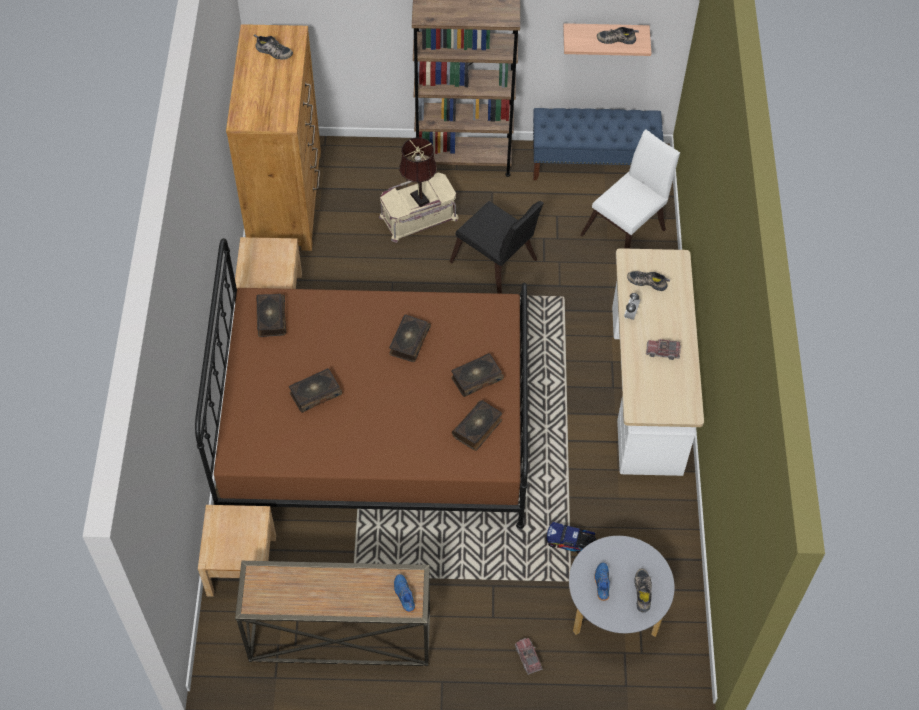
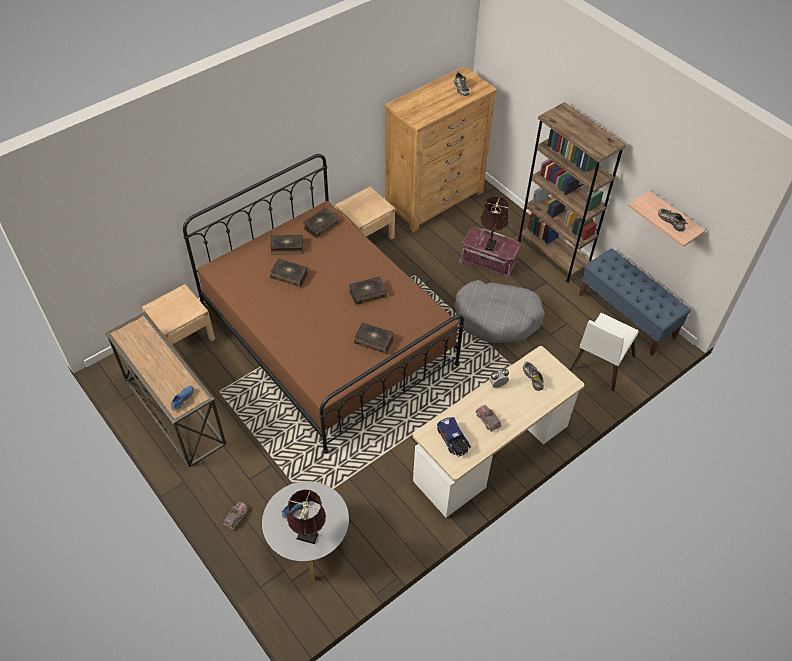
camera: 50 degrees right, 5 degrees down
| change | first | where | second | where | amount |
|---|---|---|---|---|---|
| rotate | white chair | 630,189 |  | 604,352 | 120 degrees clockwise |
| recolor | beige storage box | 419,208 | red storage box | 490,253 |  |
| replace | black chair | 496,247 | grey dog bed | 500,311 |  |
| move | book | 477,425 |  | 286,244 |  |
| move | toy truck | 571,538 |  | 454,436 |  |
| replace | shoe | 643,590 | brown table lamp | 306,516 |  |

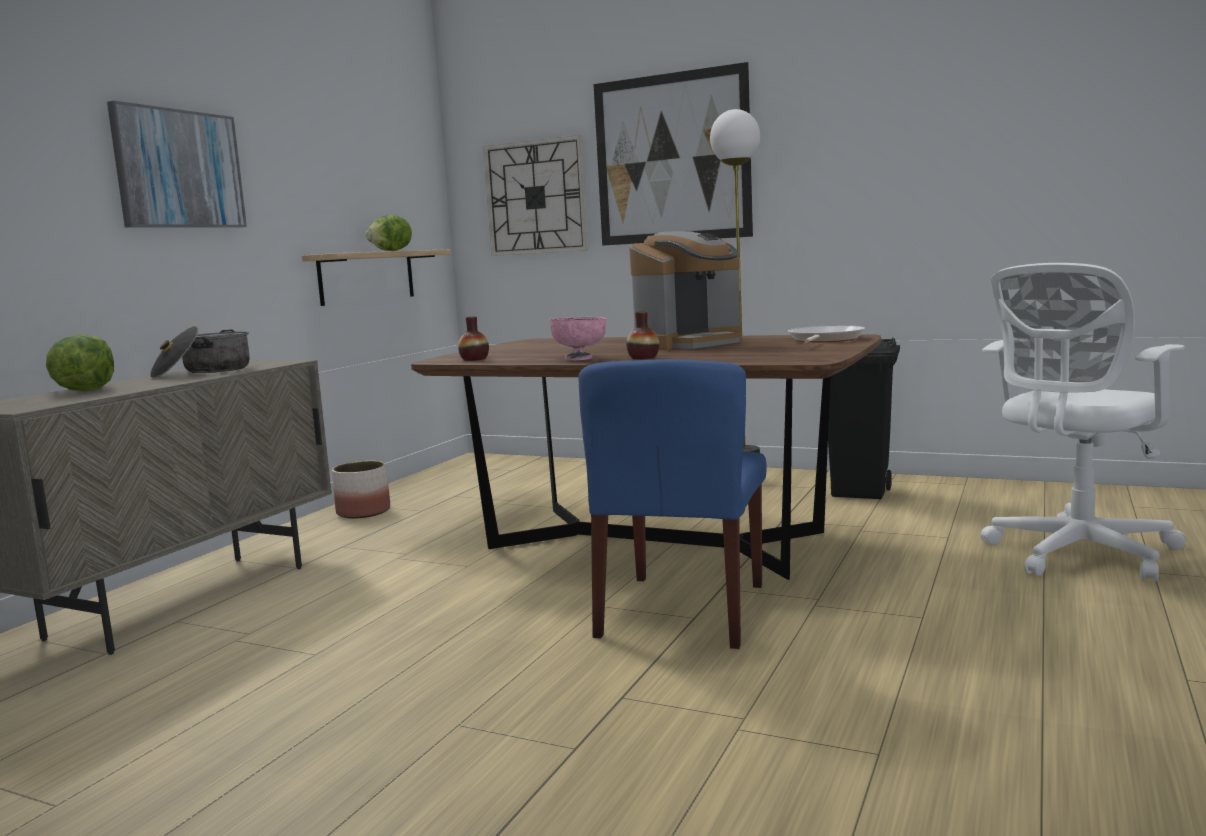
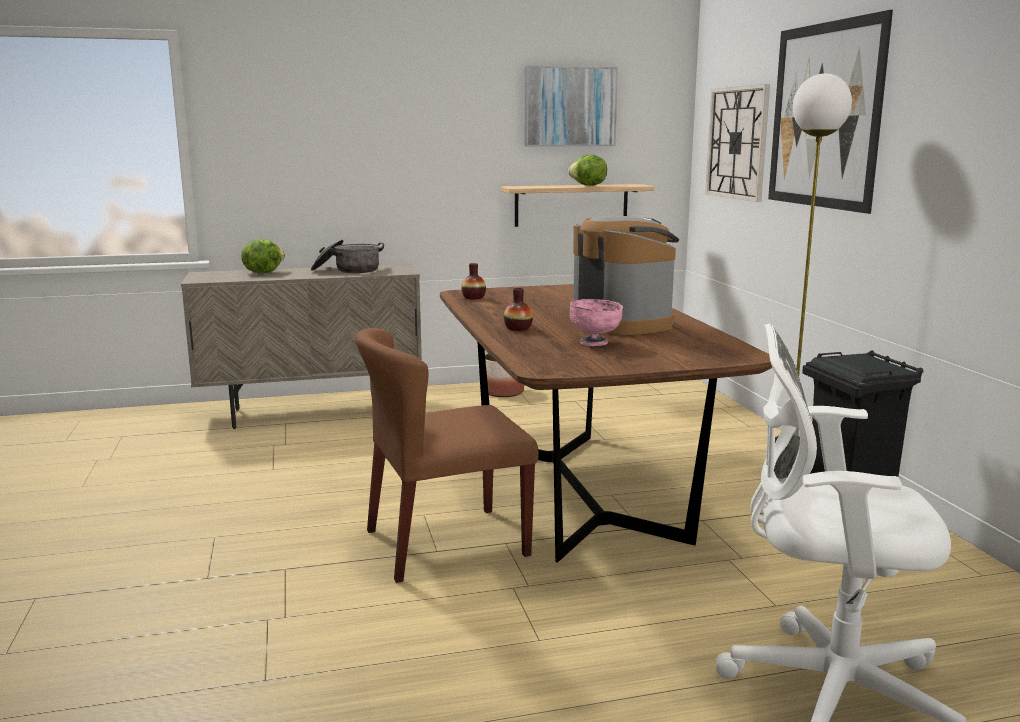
camera: 50 degrees right, 5 degrees up
| change | first | where | second | where | amount |
|---|---|---|---|---|---|
| move | picture | 177,164 |  | 571,106 |  |
| rotate | coffee machine | 685,290 |  | 626,275 | 135 degrees counterclockwise |
| move | pink bowl | 578,338 |  | 596,322 |  |
| delete | frying pan | 826,333 |  |  |  |
| recolor | blue chair | 672,504 | brown chair | 447,455 |  |

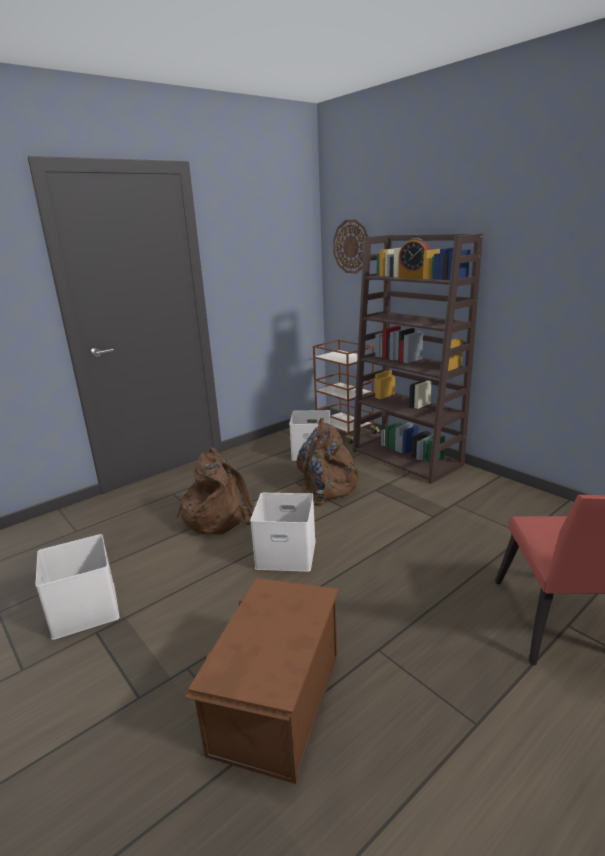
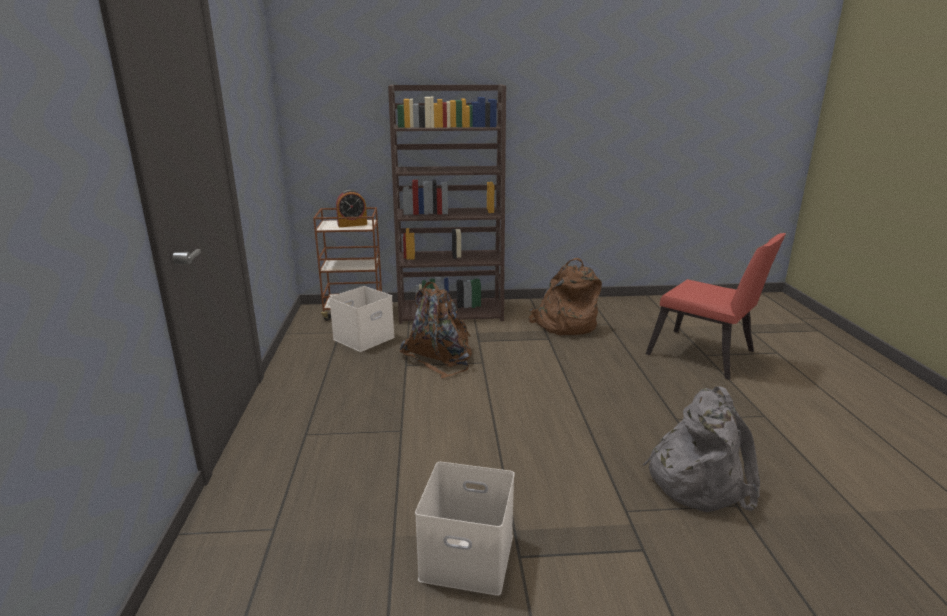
camera: 55 degrees left, 0 degrees up
| change | first | where | second | where | amount |
|---|---|---|---|---|---|
| delete | wall clock | 351,246 |  |  |  |
| move | alarm clock | 414,258 |  | 351,208 |  |
| move | brown backpack | 215,490 |  | 565,296 |  |
| delete | white storage box | 283,532 |  |  |  |
| replace | brown storage box | 261,681 | grey backpack | 701,449 |  |

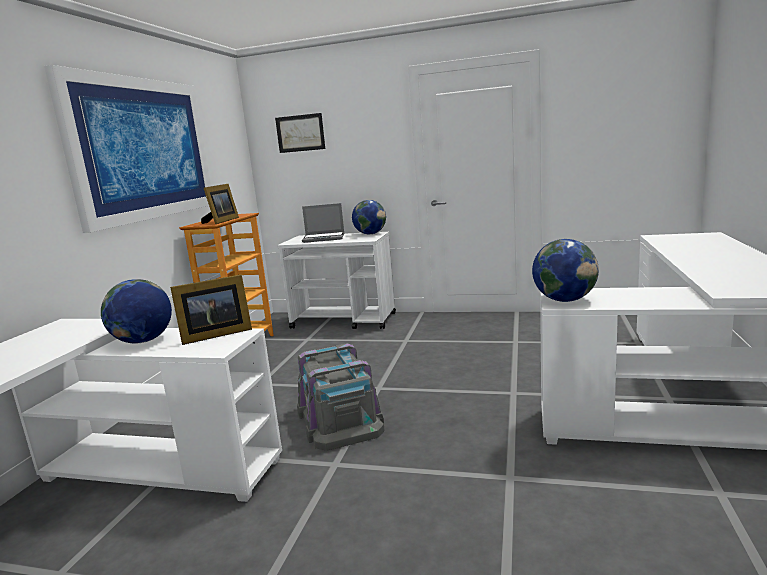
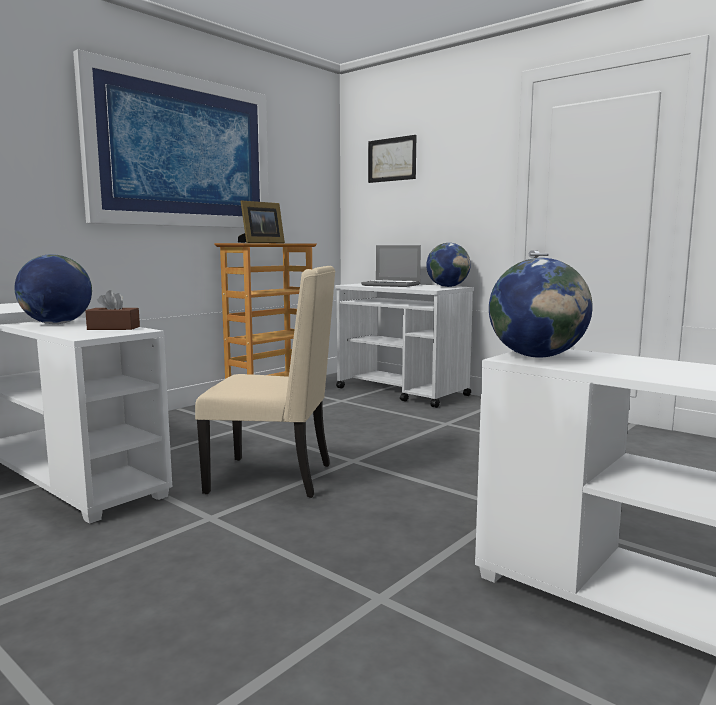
camera: 25 degrees right, 5 degrees down
| change | first | where | second | where | amount |
|---|---|---|---|---|---|
| replace | picture frame | 211,309 | brown tissue box | 112,310 |  |
| replace | grey storage box | 341,397 | beige chair | 265,382 |  |

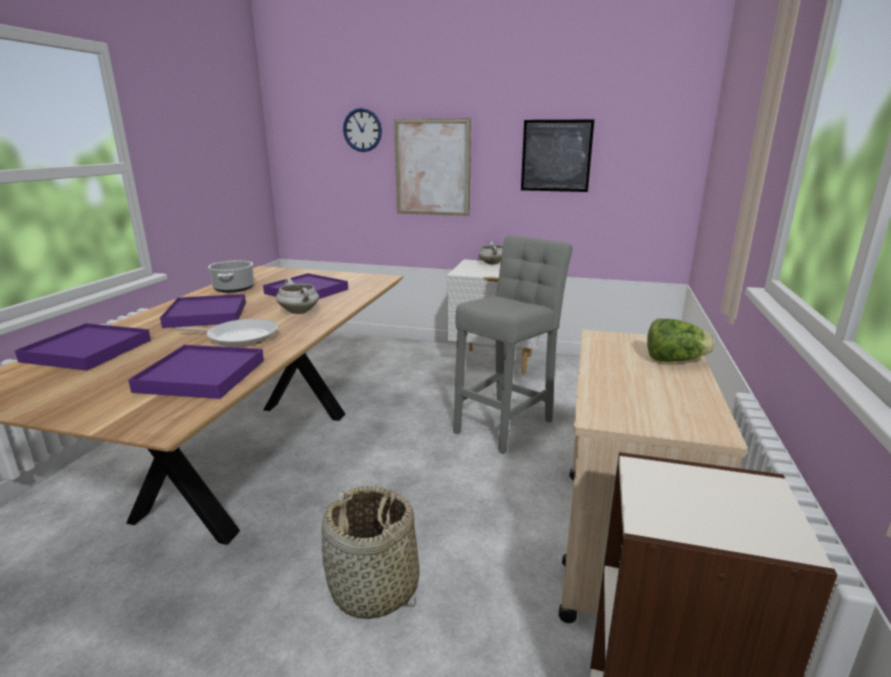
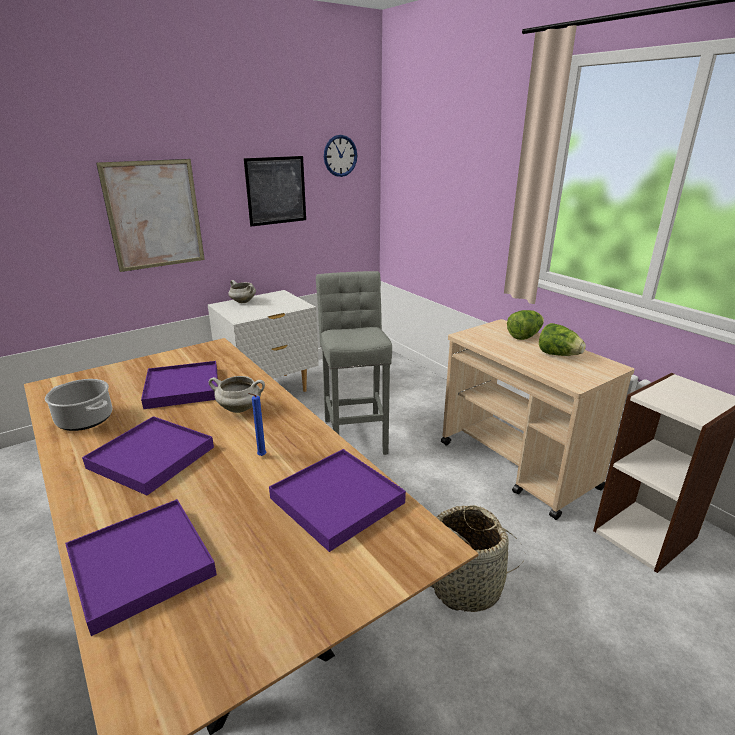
camera: 50 degrees left, 5 degrees up
| change | first | where | second | where | amount |
|---|---|---|---|---|---|
| move | wall clock | 362,130 |  | 340,156 |  |
| replace | frying pan | 227,333 | blue candle | 257,424 |  |
| insert |  |  | lettuce | 562,339 |  |

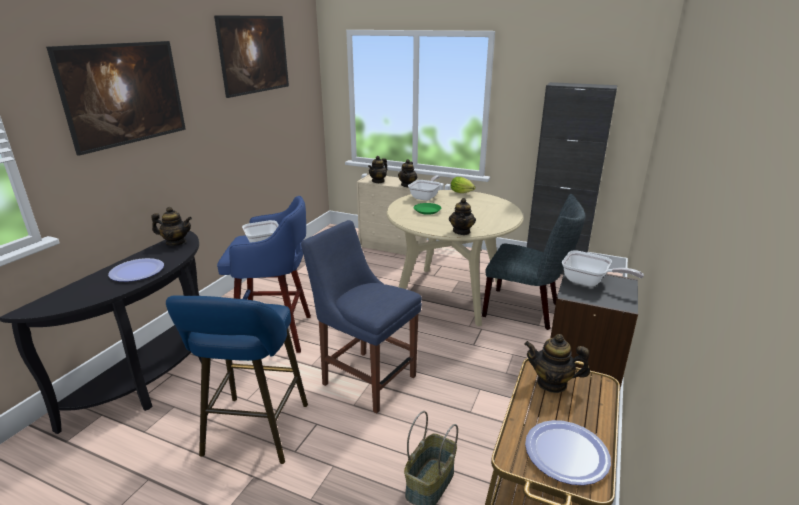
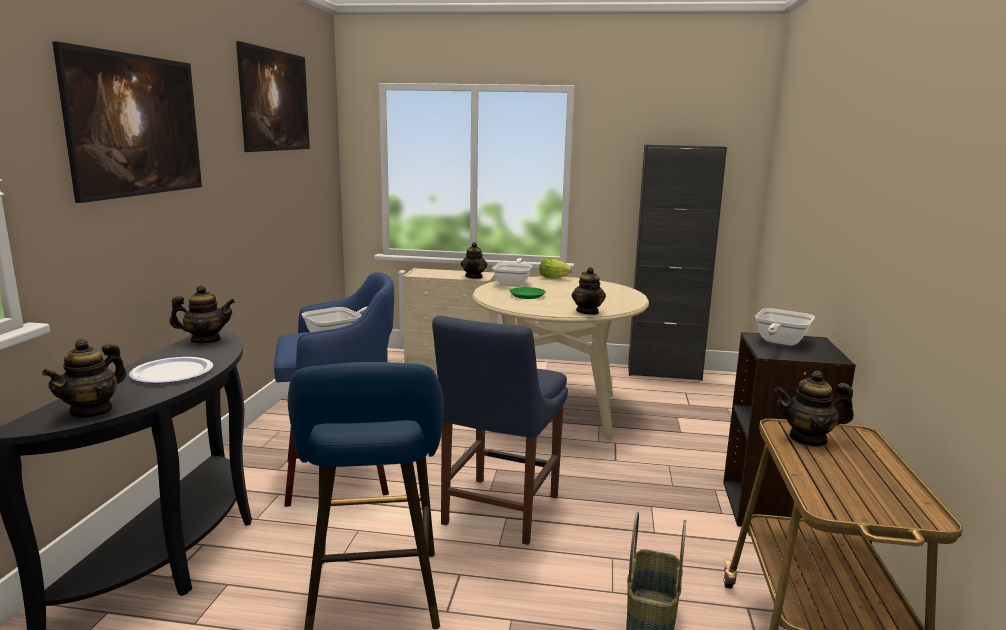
camera: 15 degrees left, 10 degrees down
| change | first | where | second | where | amount |
|---|---|---|---|---|---|
| move | teapot | 377,169 |  | 84,379 |  |
| delete | grey chair | 533,262 |  |  |  |
| rotate | blue chair | 361,316 |  | 500,430 | 90 degrees counterclockwise |
| rotate | frying pan | 603,268 |  | 785,326 | 105 degrees clockwise |
| delete | plate | 568,452 |  |  |  |

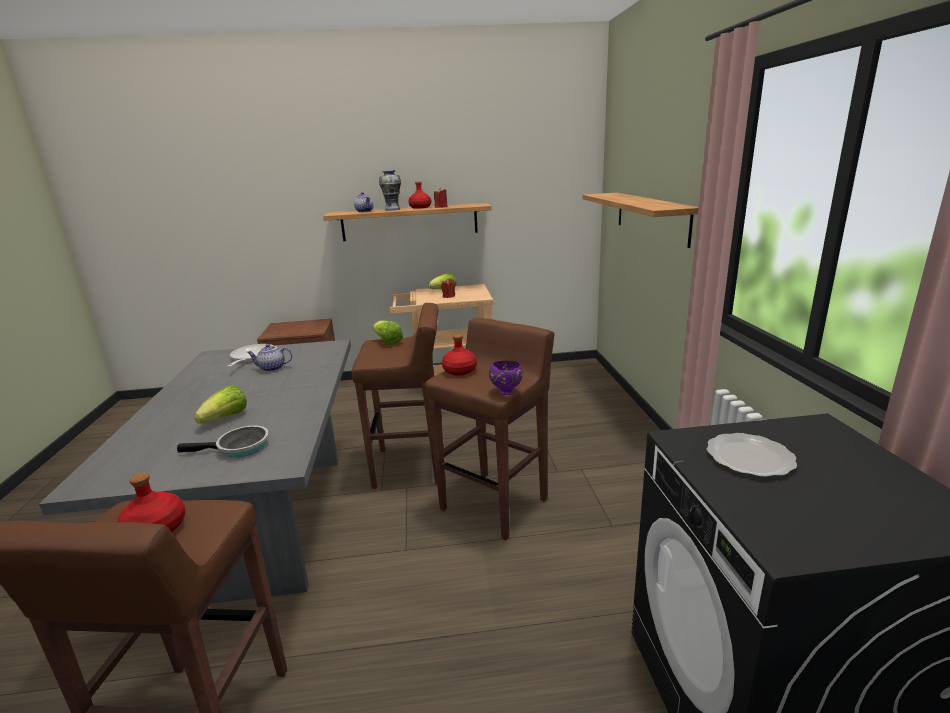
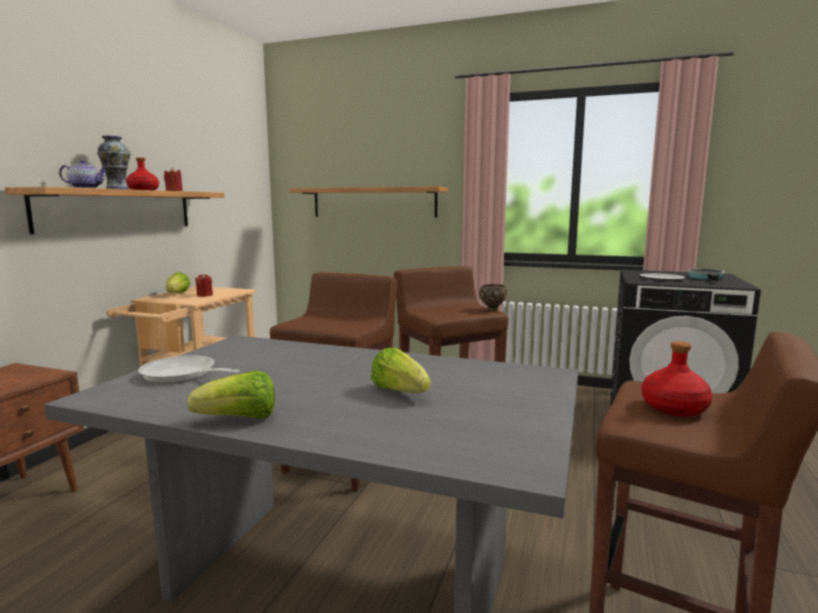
camera: 65 degrees left, 10 degrees down
| change | first | where | second | where | amount |
|---|---|---|---|---|---|
| move | lettuce | 388,333 |  | 231,395 |  |
| delete | red bottle | 459,355 |  |  |  |
| delete | teapot | 269,358 |  |  |  |
| recolor | purple bowl | 506,378 | brown bowl | 493,297 |  |
| move | frying pan | 223,441 |  | 706,275 |  |

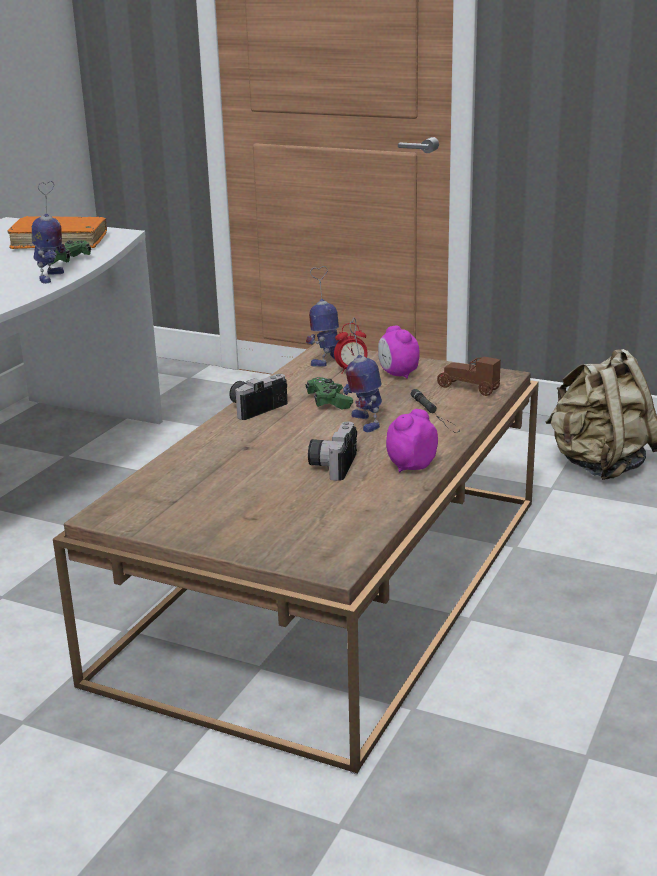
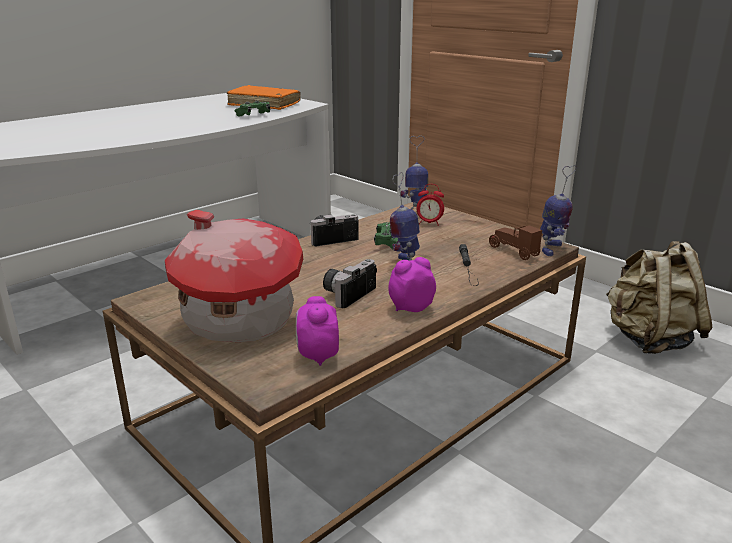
camera: 20 degrees right, 0 degrees up
| change | first | where | second | where | amount |
|---|---|---|---|---|---|
| move | toy robot | 49,232 |  | 558,210 |  |
| move | alarm clock | 399,352 |  | 317,331 |  |
| insert |  |  | toy house | 234,276 |  |

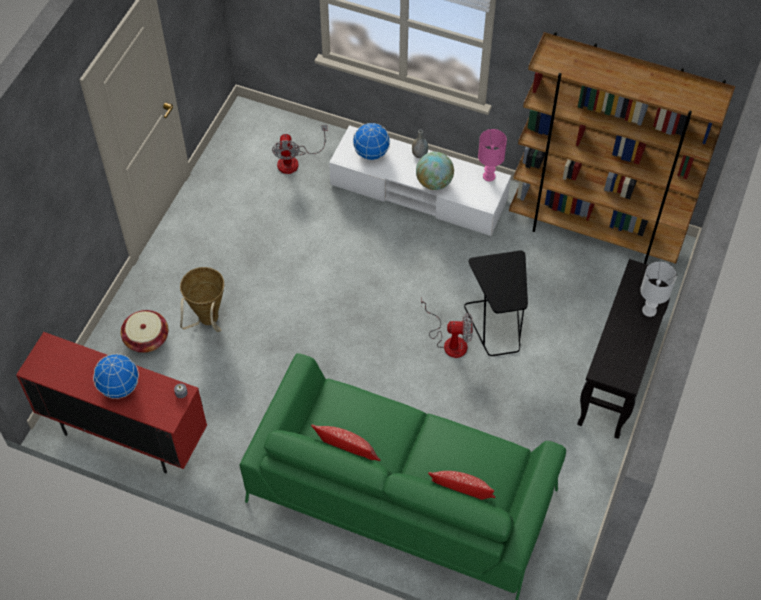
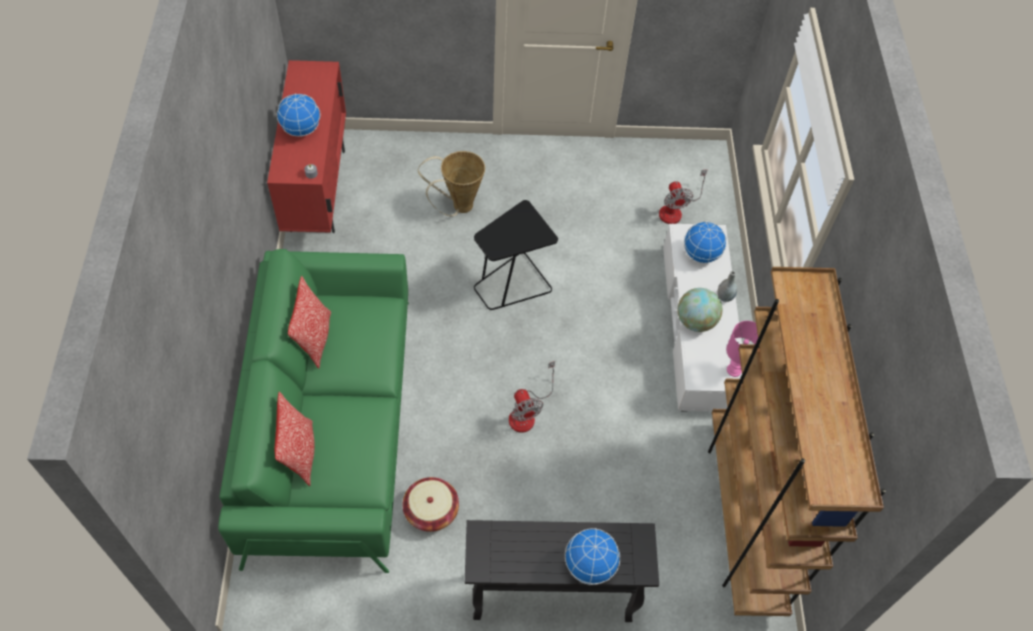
camera: 65 degrees right, 0 degrees up
| change | first | where | second | where | amount |
|---|---|---|---|---|---|
| rotate | fan | 299,149 |  | 683,196 | 75 degrees counterclockwise |
| move | black side table | 496,303 |  | 516,255 |  |
| replace | white table lamp | 658,289 | globe | 593,556 |  |
| move | basket | 144,331 |  | 430,504 |  |

